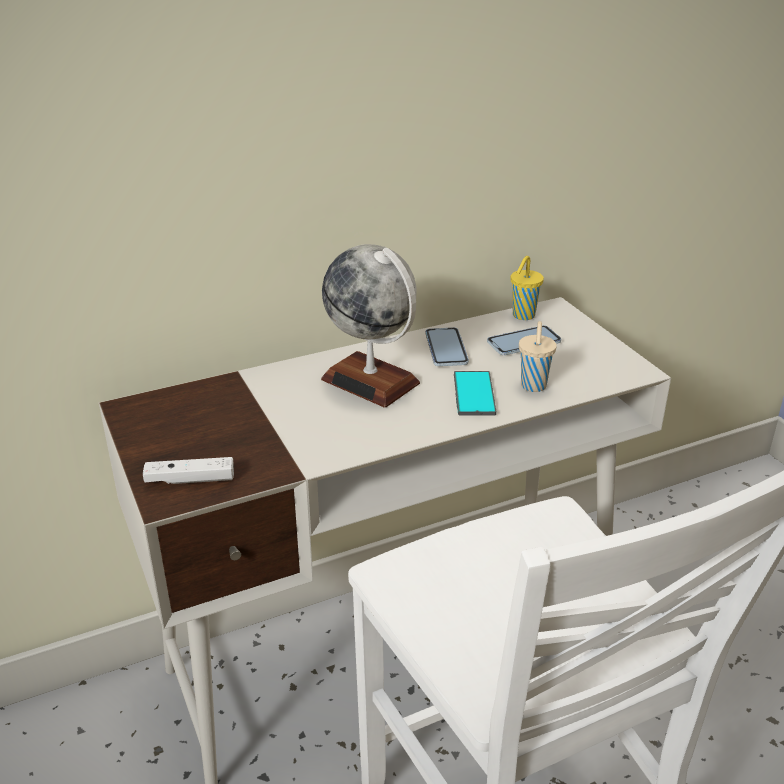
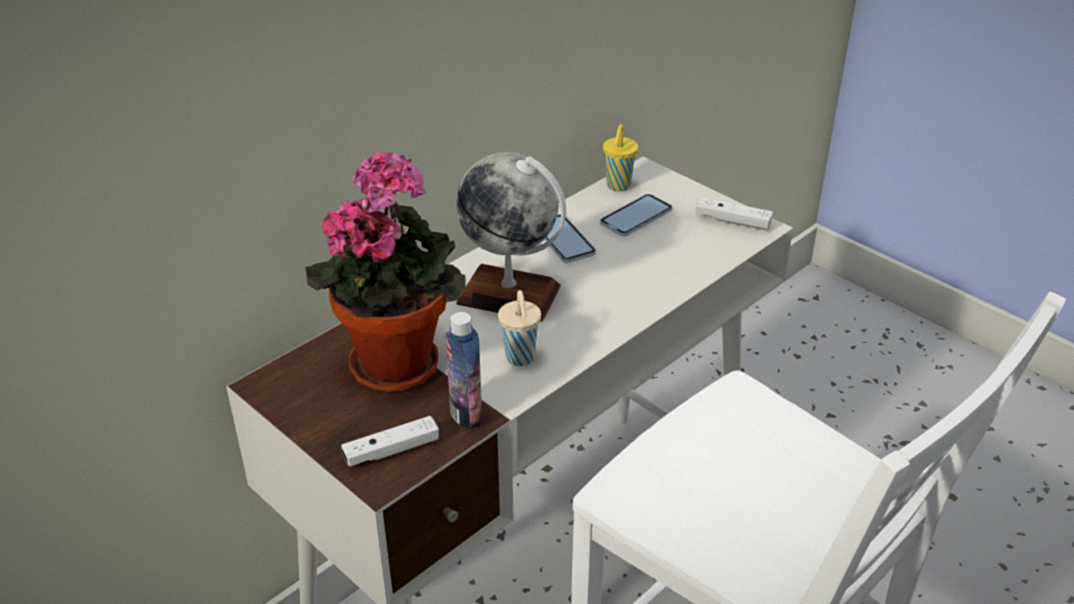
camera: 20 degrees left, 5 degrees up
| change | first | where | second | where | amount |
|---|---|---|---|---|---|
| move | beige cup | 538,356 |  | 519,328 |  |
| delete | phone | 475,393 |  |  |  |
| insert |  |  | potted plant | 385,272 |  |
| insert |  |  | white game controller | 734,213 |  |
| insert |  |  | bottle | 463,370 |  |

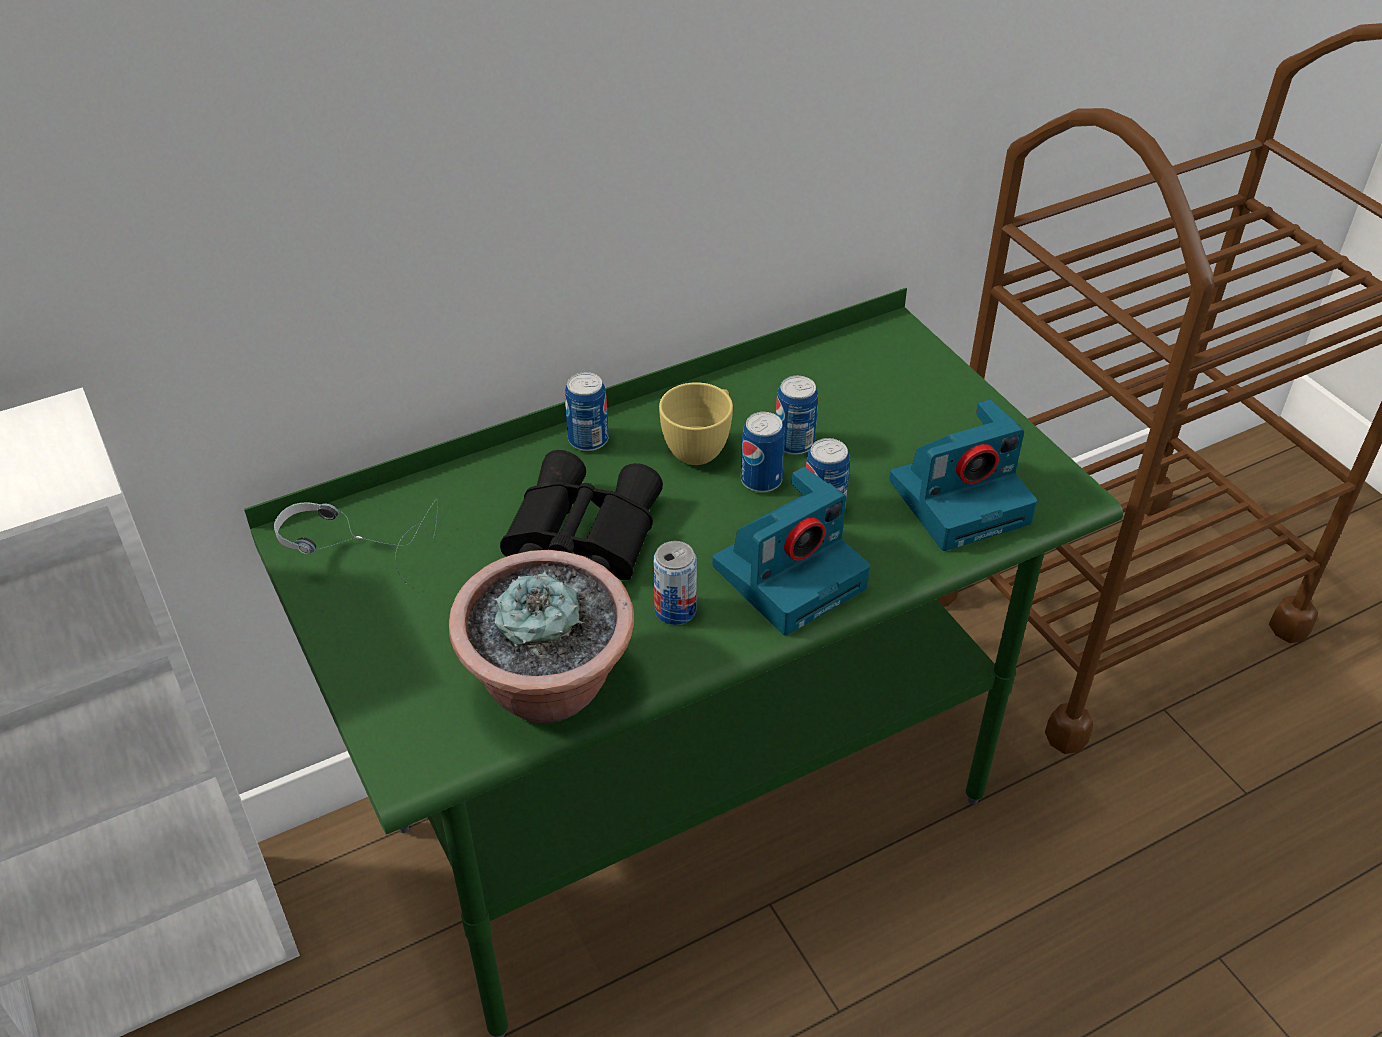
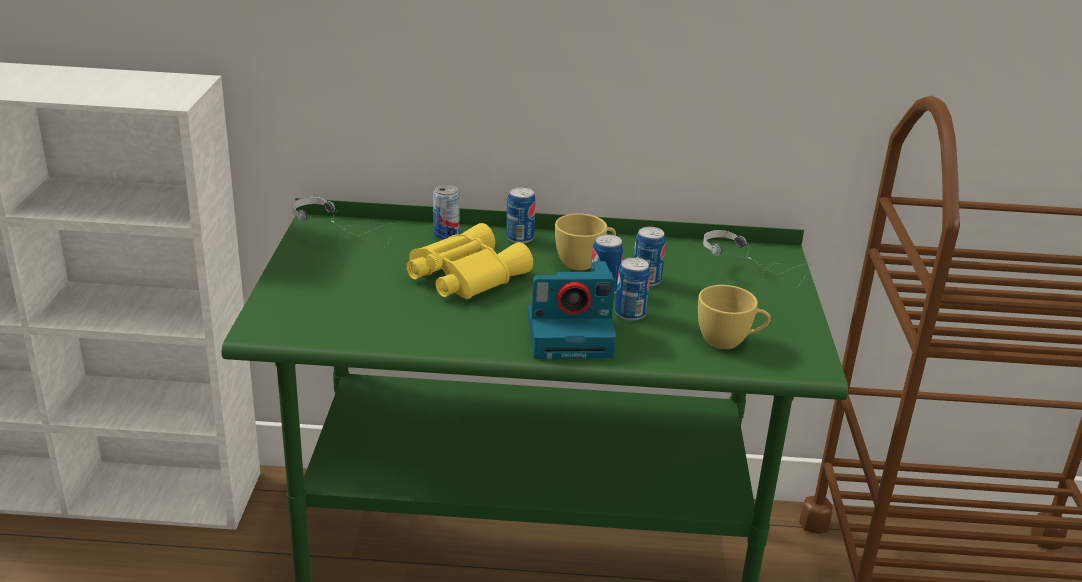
camera: 30 degrees right, 15 degrees down
| change | first | where | second | where | amount |
|---|---|---|---|---|---|
| replace | photo camera | 963,475 | yellow cup | 734,317 |  |
| recolor | black binoculars | 581,515 | yellow binoculars | 469,261 |  |
| move | can | 675,583 |  | 446,212 |  |
| delete | potted plant | 541,636 |  |  |  |
| insert |  |  | headphones | 757,263 |  |

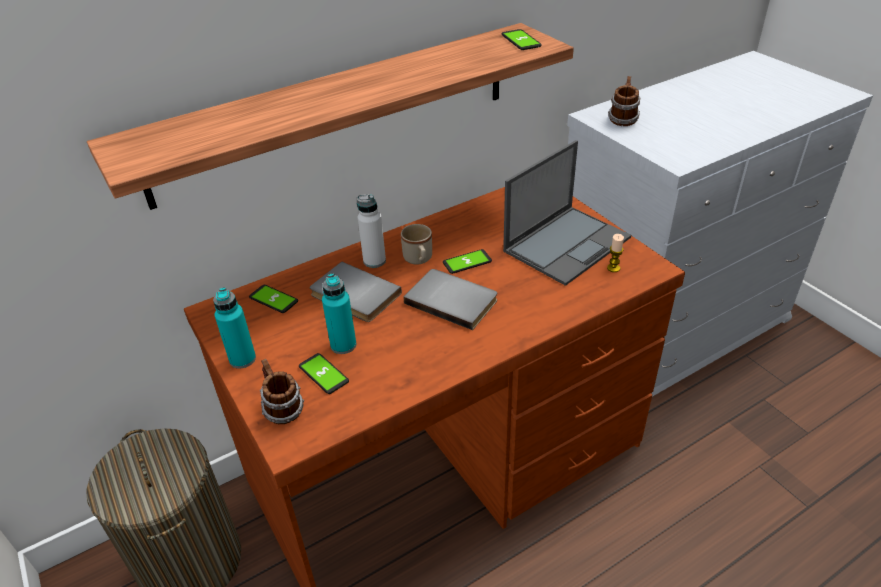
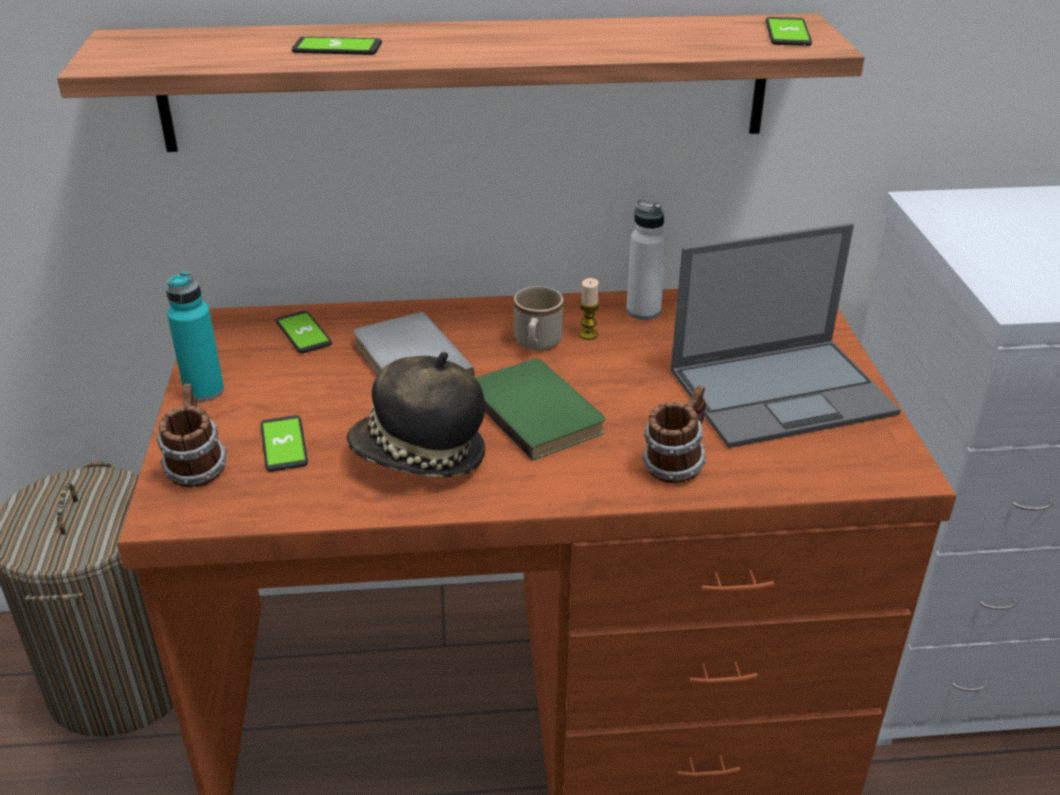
camera: 25 degrees right, 5 degrees down
| change | first | where | second | where | amount |
|---|---|---|---|---|---|
| move | mug | 624,101 |  | 674,434 |  |
| move | white bottle | 371,231 |  | 646,260 |  |
| move | candle | 615,253 |  | 589,309 |  |
| move | phone | 467,261 |  | 337,46 |  |
| recolor | grey book | 450,299 | green book | 540,409 |  |
| delete | turquoise bottle | 339,313 |  |  |  |
| insert |  |  | hat | 415,414 |  |

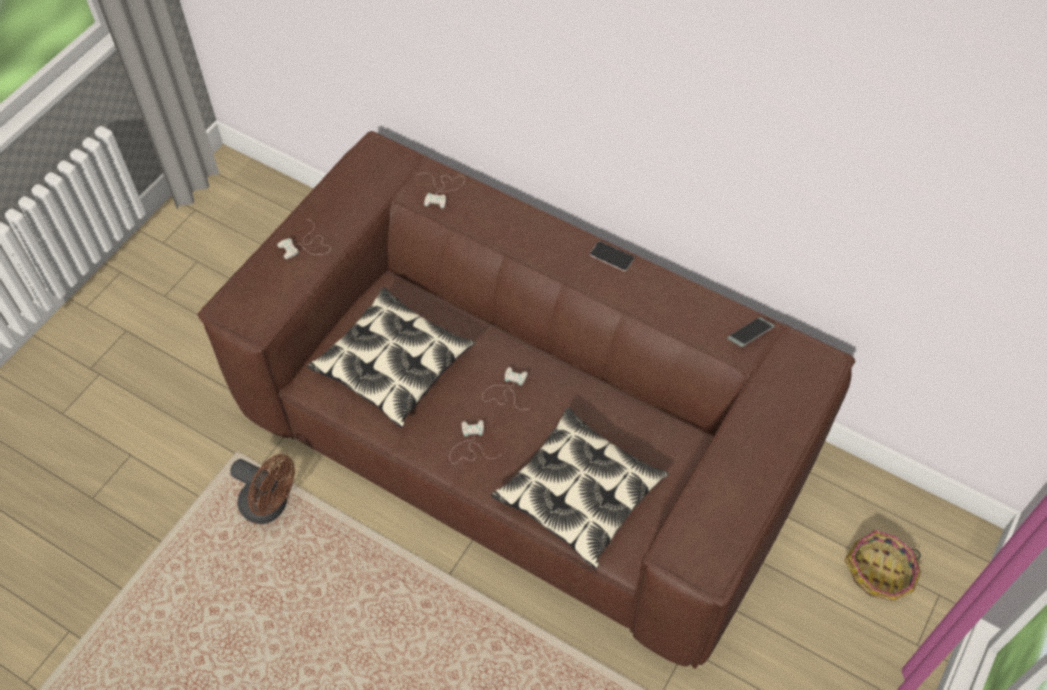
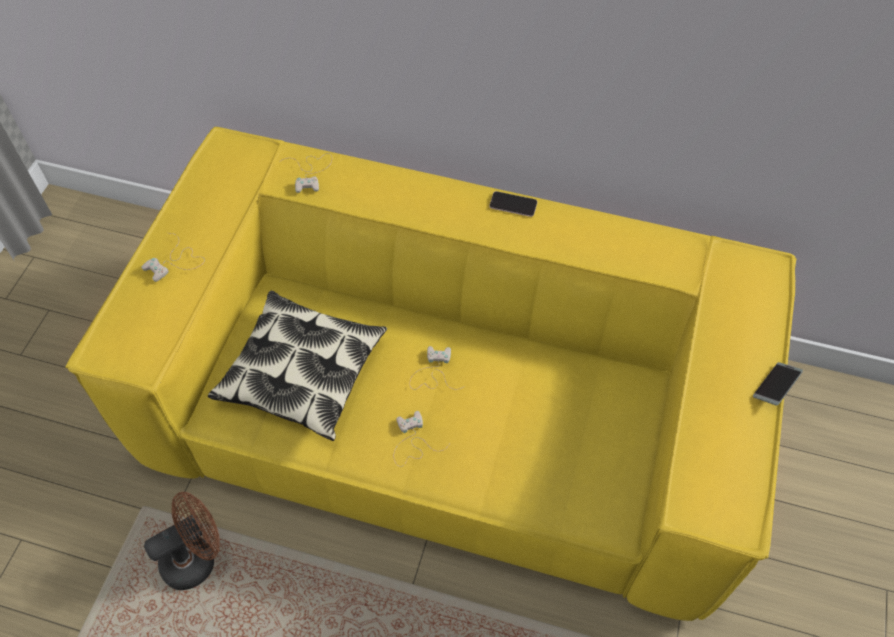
camera: 15 degrees left, 0 degrees up
| change | first | where | second | where | amount |
|---|---|---|---|---|---|
| recolor | brown sofa | 526,400 | yellow sofa | 431,374 |  |
| move | phone | 751,332 |  | 778,384 |  |
| delete | pillow | 580,488 |  |  |  |
| rotate | brown fan | 262,489 |  | 182,541 | 45 degrees counterclockwise |
| delete | basket | 882,565 |  |  |  |

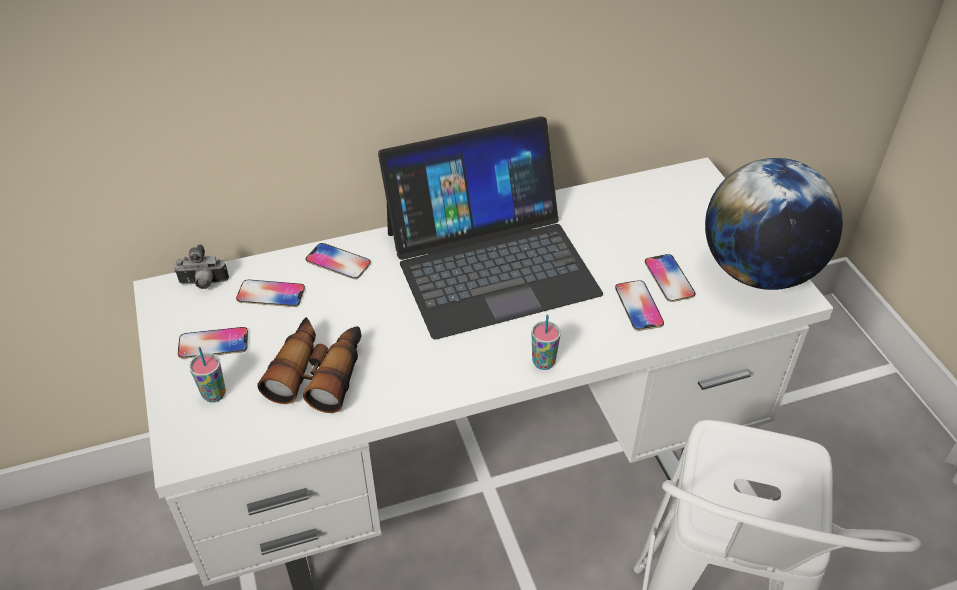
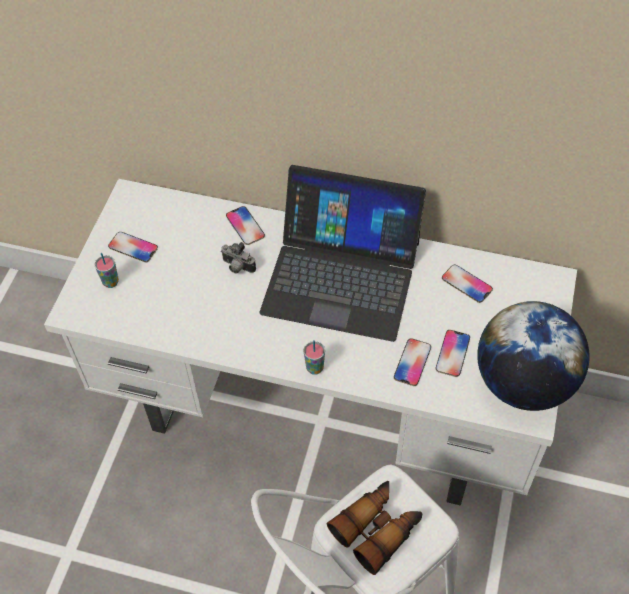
camera: 35 degrees right, 10 degrees up
| change | first | where | second | where | amount |
|---|---|---|---|---|---|
| move | photo camera | 201,266 |  | 238,258 |  |
| move | phone | 270,293 |  | 467,283 |  |
| move | binoculars | 310,365 |  | 374,528 |  |

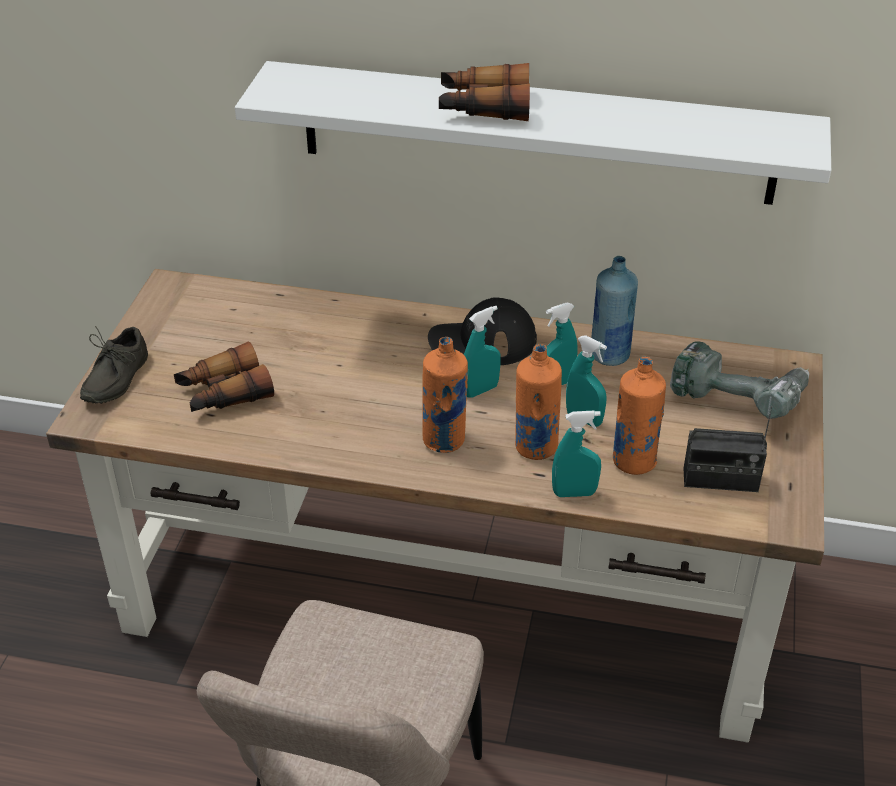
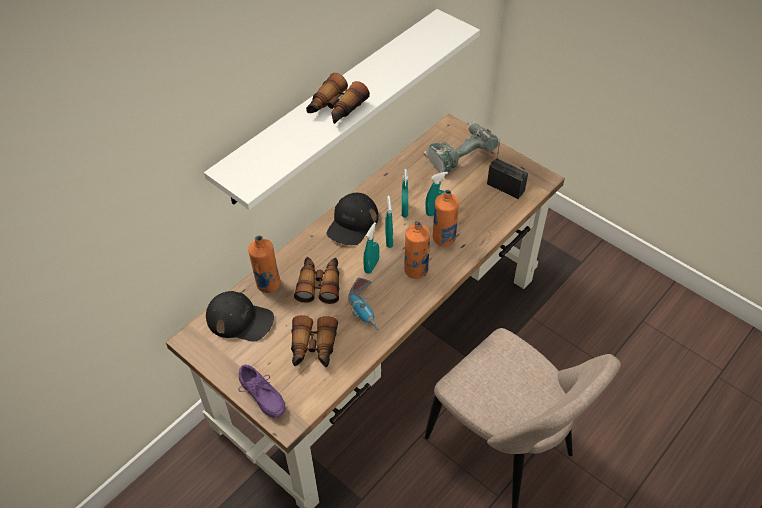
camera: 60 degrees left, 10 degrees up
| change | first | where | second | where | amount |
|---|---|---|---|---|---|
| delete | blue bottle | 614,311 |  |  |  |
| recolor | grey shoe | 114,365 | purple shoe | 262,391 |  |
| move | orange bottle | 639,416 |  | 264,264 |  |
| rotate | radio | 728,449 |  | 507,170 | 90 degrees counterclockwise |
| move | turquoise spray bottle | 576,454 |  | 371,248 |  |
| insert |  |  | binoculars | 316,280 |  |
| insert |  |  | power drill | 363,304 |  |
| insert |  |  | black cap | 240,316 |  |

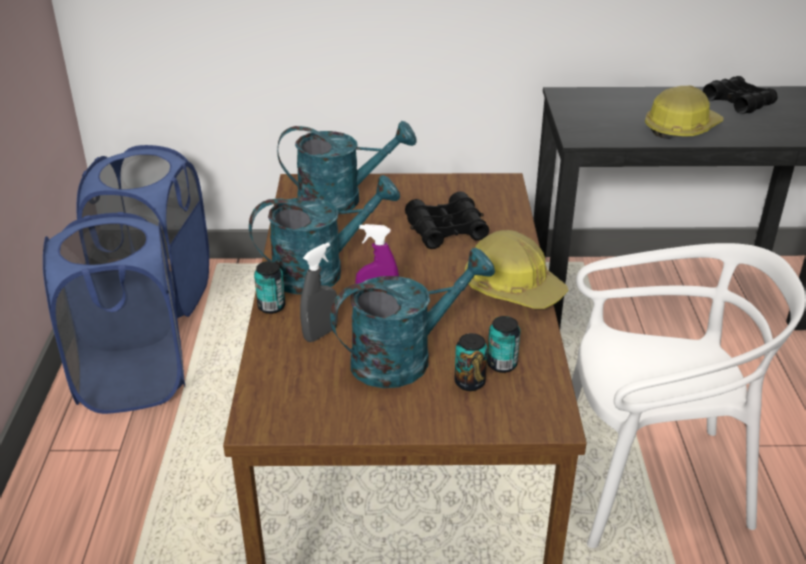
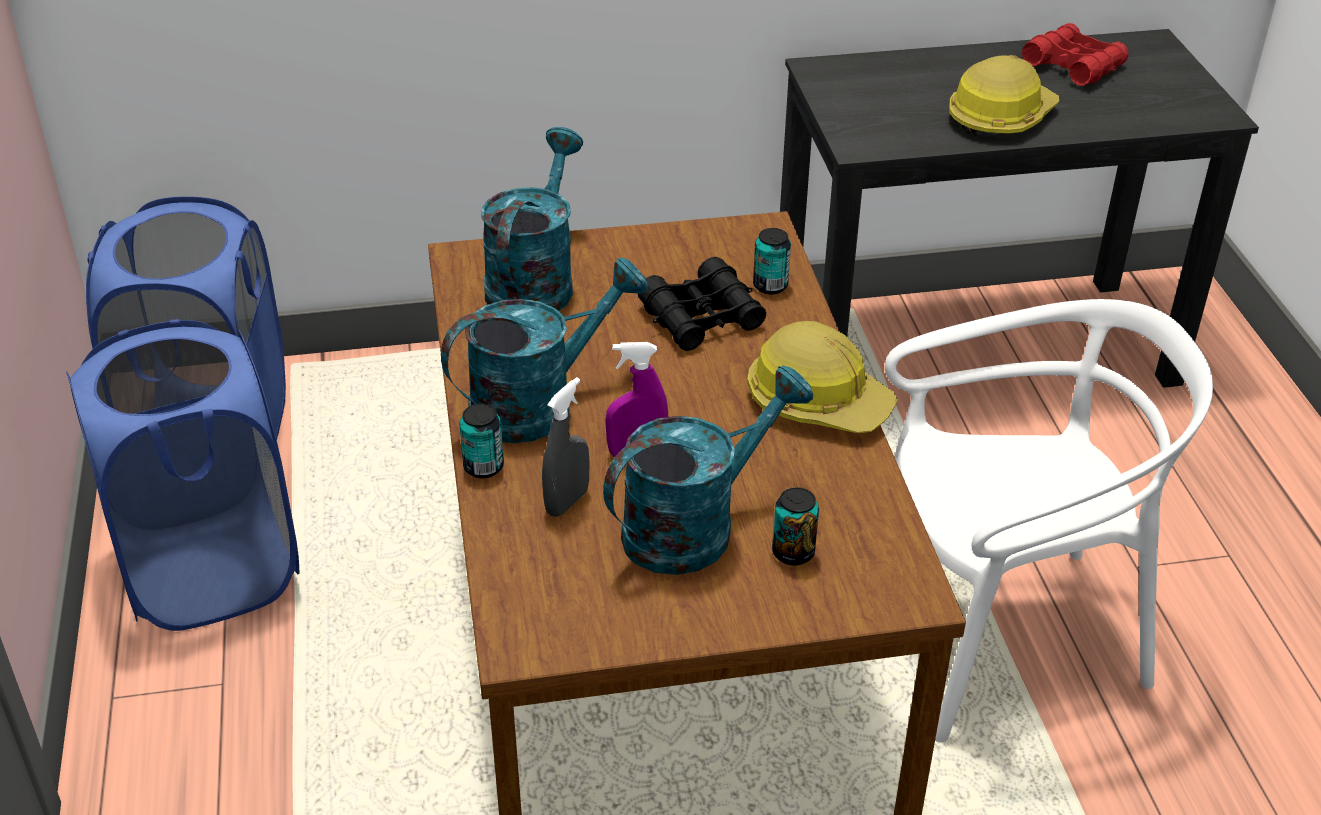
camera: 10 degrees left, 5 degrees up
| change | first | where | second | where | amount |
|---|---|---|---|---|---|
| recolor | black binoculars | 740,95 | red binoculars | 1075,54 |  |
| rotate | turquoise watering can | 346,166 |  | 532,219 | 60 degrees counterclockwise |
| move | can | 503,344 |  | 772,261 |  |

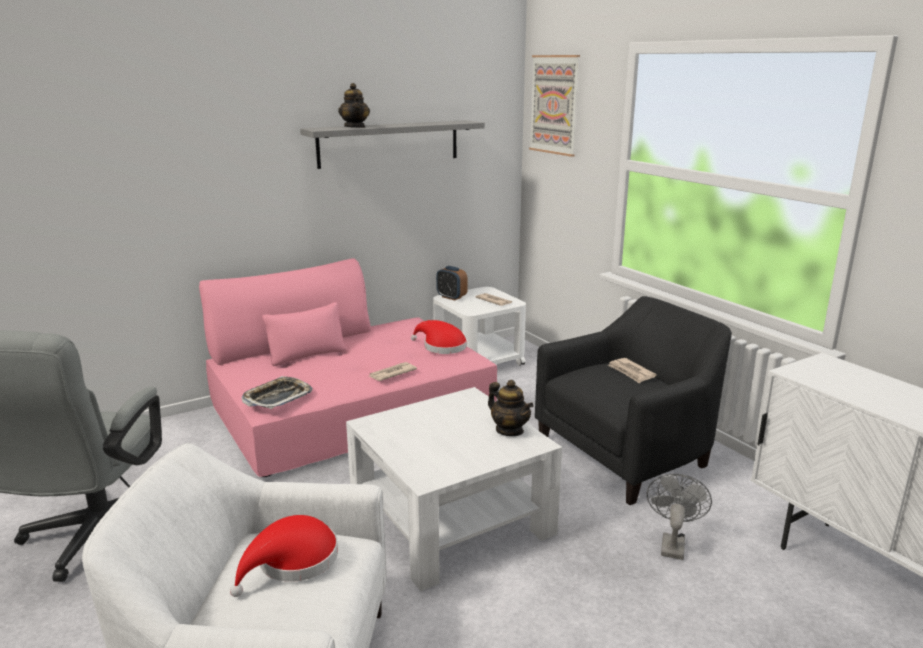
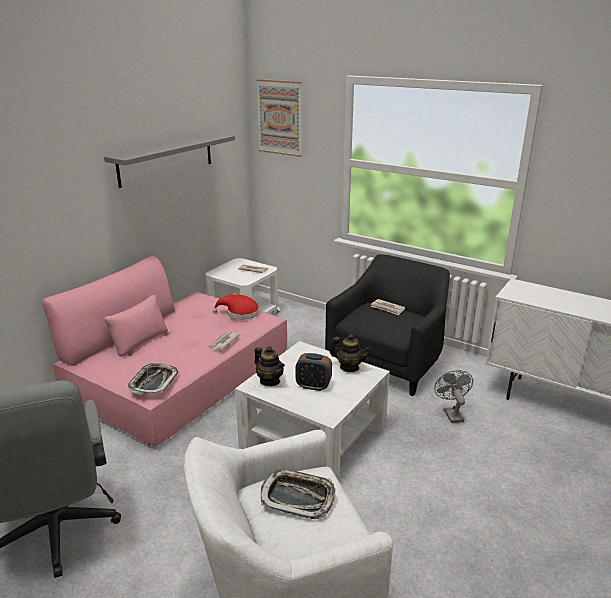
camera: 25 degrees left, 5 degrees up
| change | first | where | second | where | amount |
|---|---|---|---|---|---|
| move | teapot | 354,105 |  | 269,366 |  |
| move | alarm clock | 452,283 |  | 313,372 |  |
| replace | red hat | 284,556 | tray | 298,494 |  |

